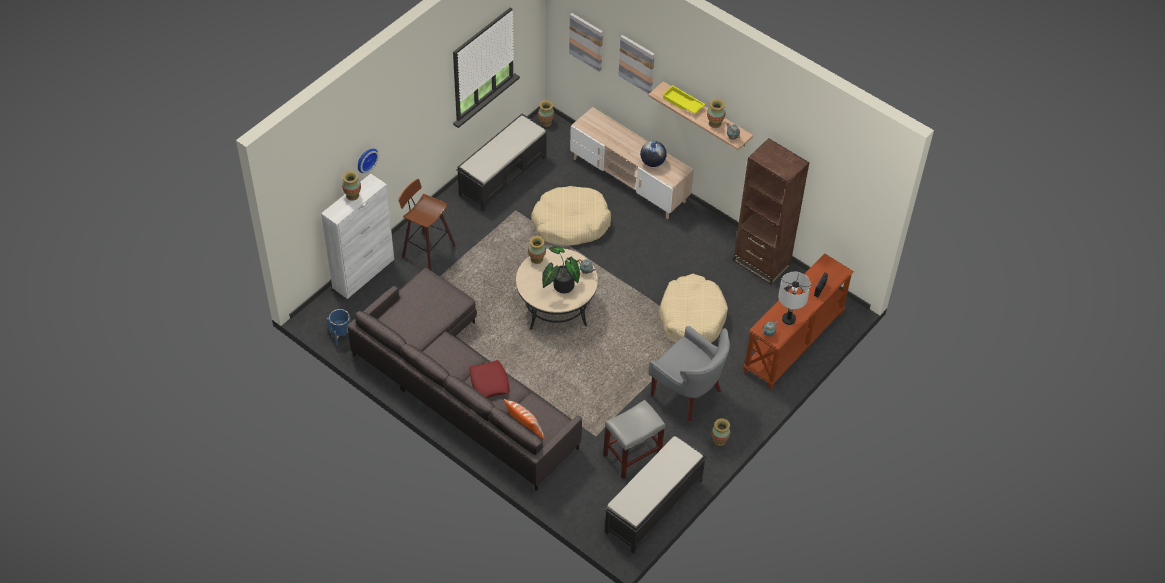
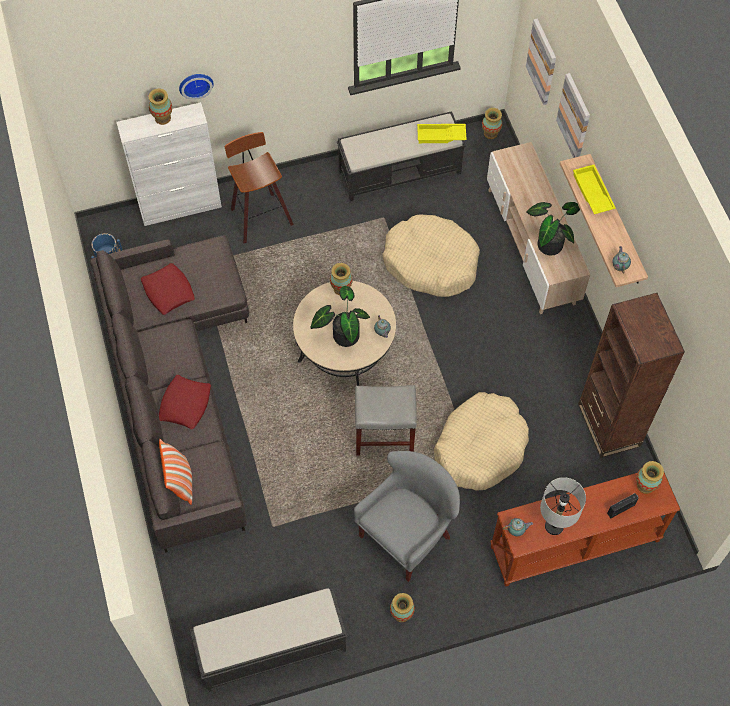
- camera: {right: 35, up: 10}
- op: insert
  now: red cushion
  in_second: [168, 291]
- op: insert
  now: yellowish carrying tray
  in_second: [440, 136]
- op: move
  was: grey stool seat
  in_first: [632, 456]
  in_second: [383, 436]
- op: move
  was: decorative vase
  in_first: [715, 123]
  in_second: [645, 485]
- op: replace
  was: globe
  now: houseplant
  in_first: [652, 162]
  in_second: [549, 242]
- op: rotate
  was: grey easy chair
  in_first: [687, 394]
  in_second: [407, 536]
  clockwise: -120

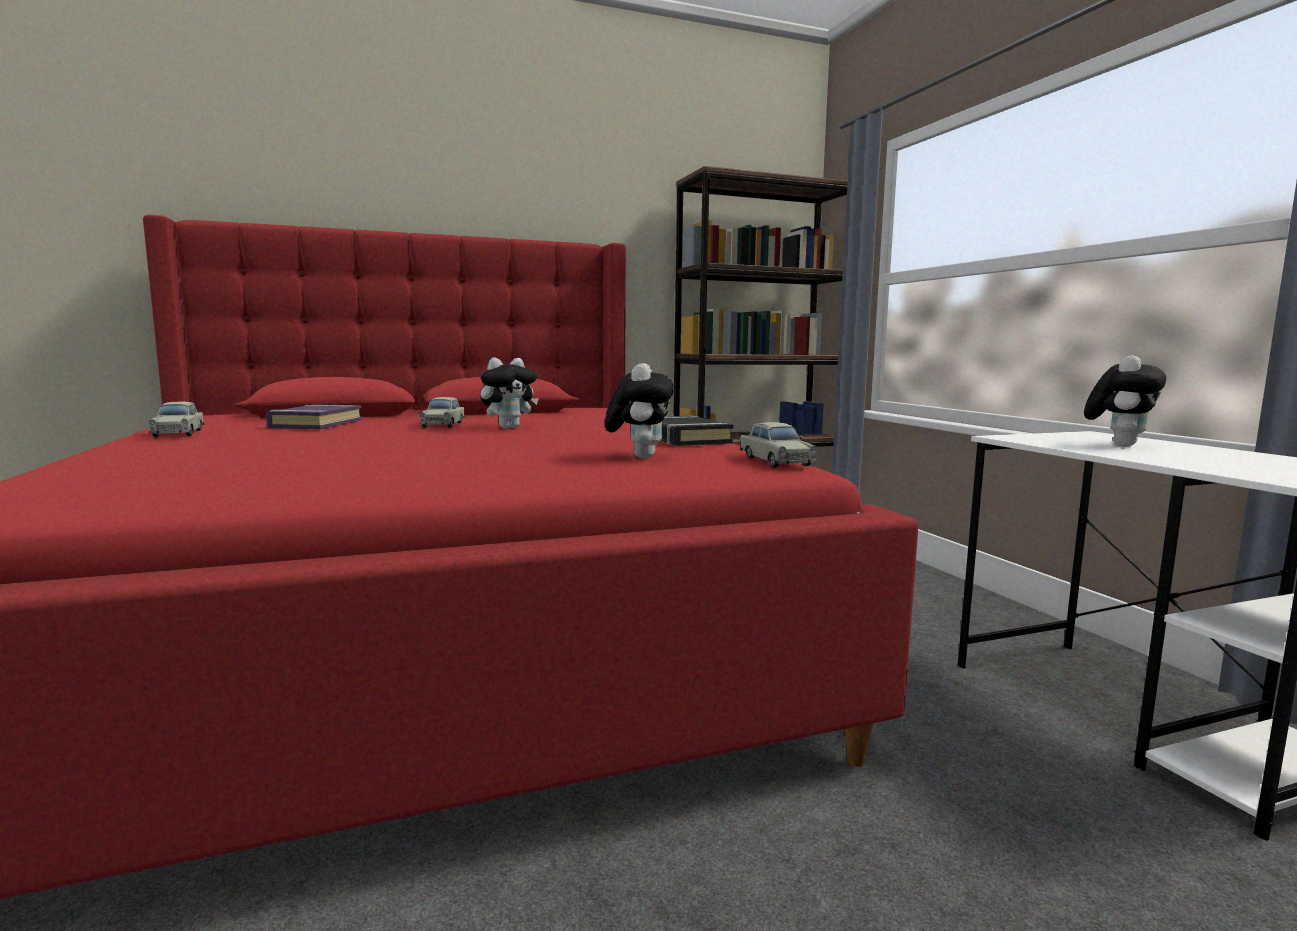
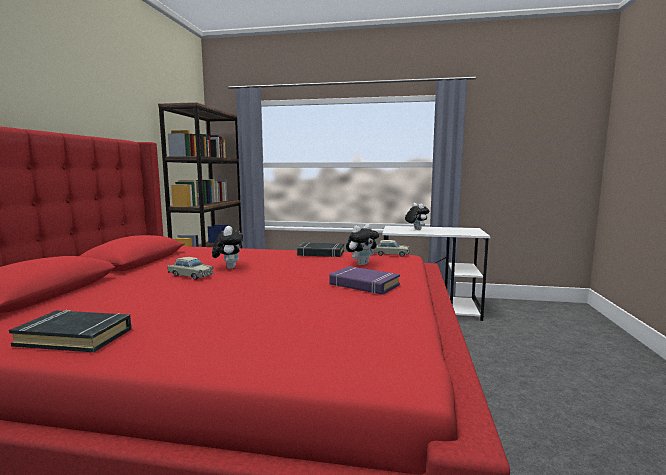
- camera: {right: -60, up: 0}
- op: move
  was: purple-coloured bound book
  in_first: [316, 424]
  in_second: [364, 285]
- op: replace
  was: sand-coloured model car
  now: black bound book
  in_first: [179, 433]
  in_second: [75, 337]
- op: rotate
  was: plush toy
  in_first: [639, 457]
  in_second: [362, 264]
  clockwise: 105

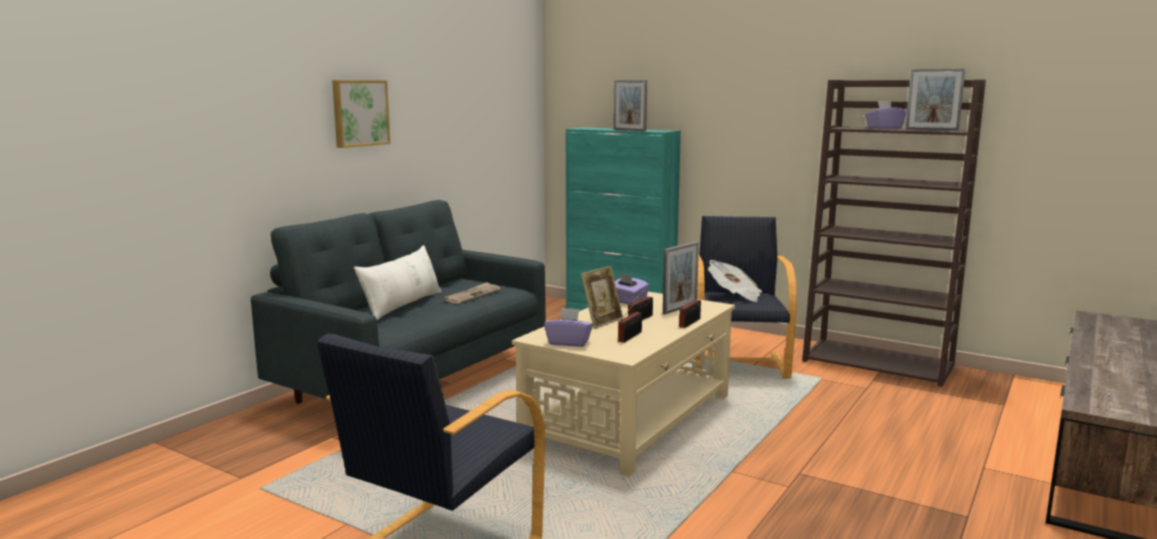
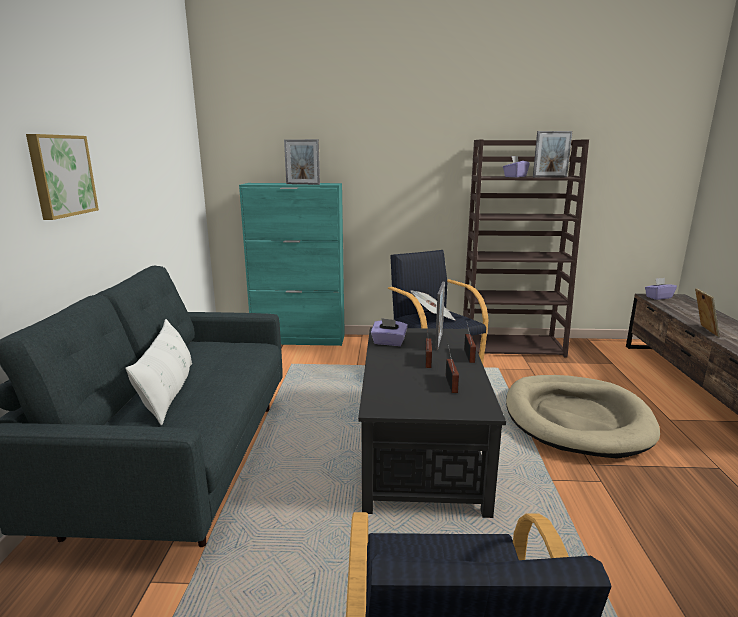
- camera: {right: -30, up: 5}
- op: delete
  was: printed paper
  in_first: [472, 295]
- op: insert
  now: sand-coloured pet bed
  in_second: [576, 419]
- op: move
  was: purple-coloured tissue box
  in_first: [569, 342]
  in_second: [658, 297]
- op: move
  was: standing frame
  in_first: [602, 322]
  in_second: [702, 330]
- op: recolor
  was: sand-coloured low table
  now: black low table
  in_first: [631, 418]
  in_second: [421, 447]

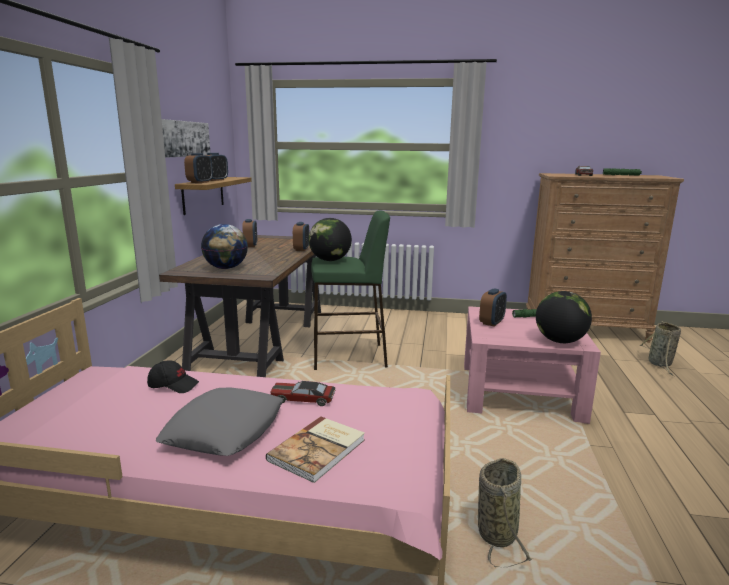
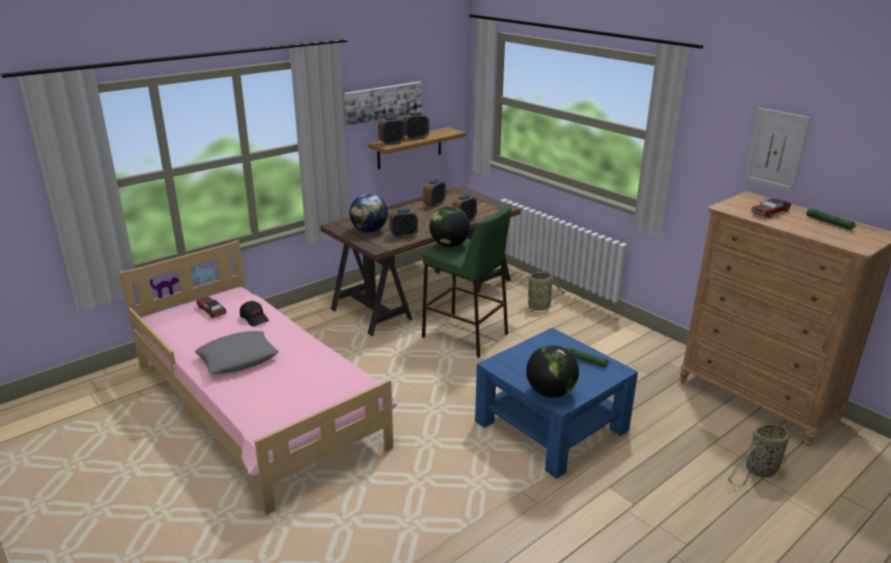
- camera: {right: 40, up: 10}
- op: delete
  was: bound book
  in_first: [319, 450]
- op: insert
  now: wall picture
  in_second: [776, 150]
- op: move
  was: model car
  in_first: [303, 399]
  in_second: [211, 310]
- op: move
  was: basket
  in_first: [497, 531]
  in_second: [540, 306]
- op: move
  was: table clock
  in_first: [491, 322]
  in_second: [403, 236]
- op: recolor
  was: pink-coloured low table
  now: blue-coloured low table
  in_first: [519, 391]
  in_second: [551, 426]

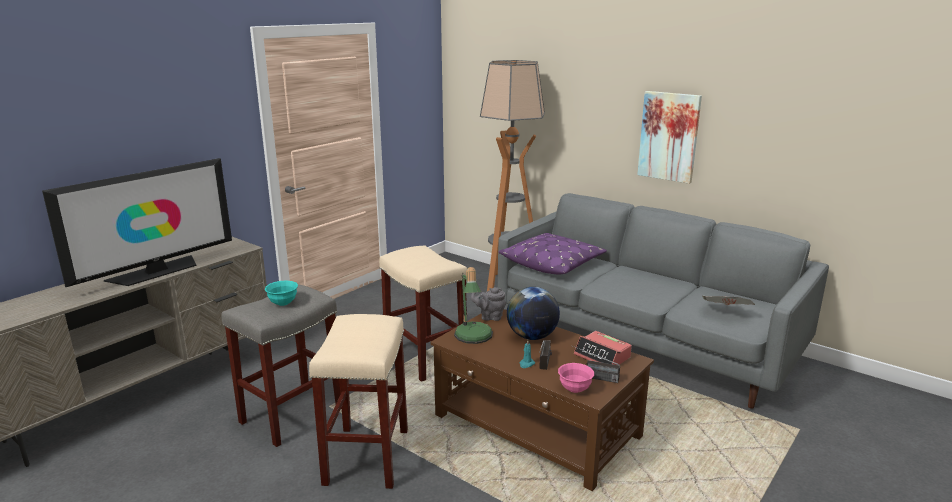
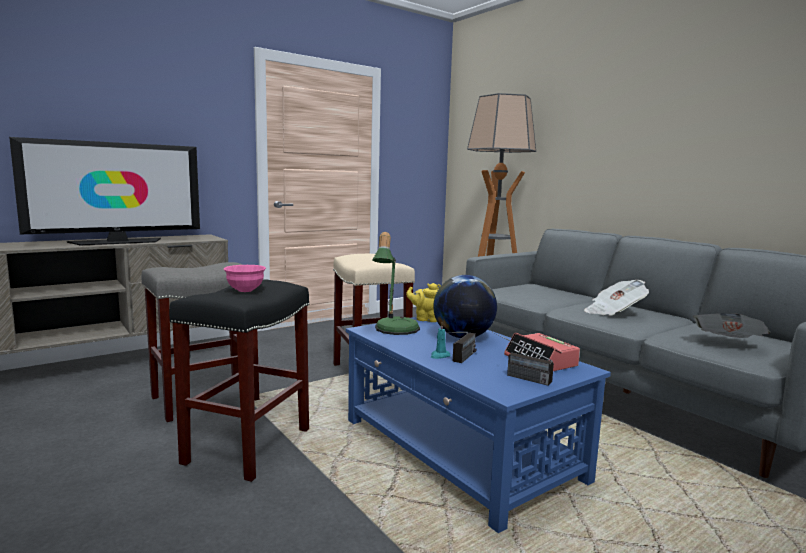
- camera: {right: 15, up: -10}
- op: delete
  was: turquoise deep dish
  in_first: [283, 303]
- op: delete
  was: purple-coloured cushion
  in_first: [552, 263]
- op: delete
  was: wall picture
  in_first: [669, 136]
- op: insert
  now: printed paper
  in_second: [613, 312]
- op: move
  was: pink-coloured deep dish
  in_first: [574, 389]
  in_second: [245, 290]
- op: recolor
  was: sand-coloured stool seat
  now: black stool seat
  in_first: [366, 455]
  in_second: [248, 445]
- op: recolor
  was: brown low table
  now: blue-coloured low table
  in_first: [537, 426]
  in_second: [459, 450]
- op: recolor
  was: grey tea pot
  now: yellowish tea pot
  in_first: [490, 317]
  in_second: [426, 319]

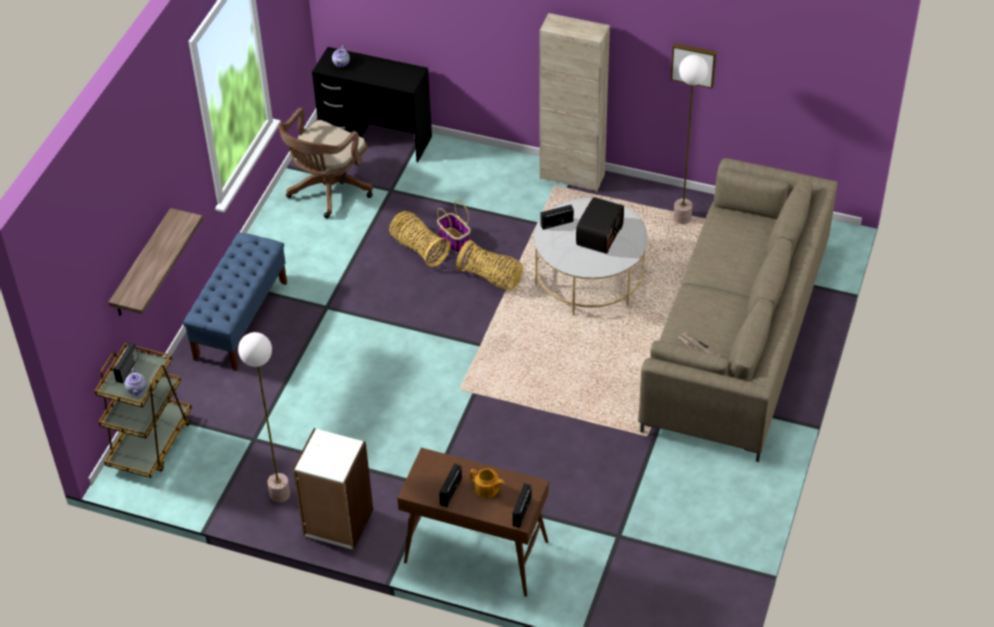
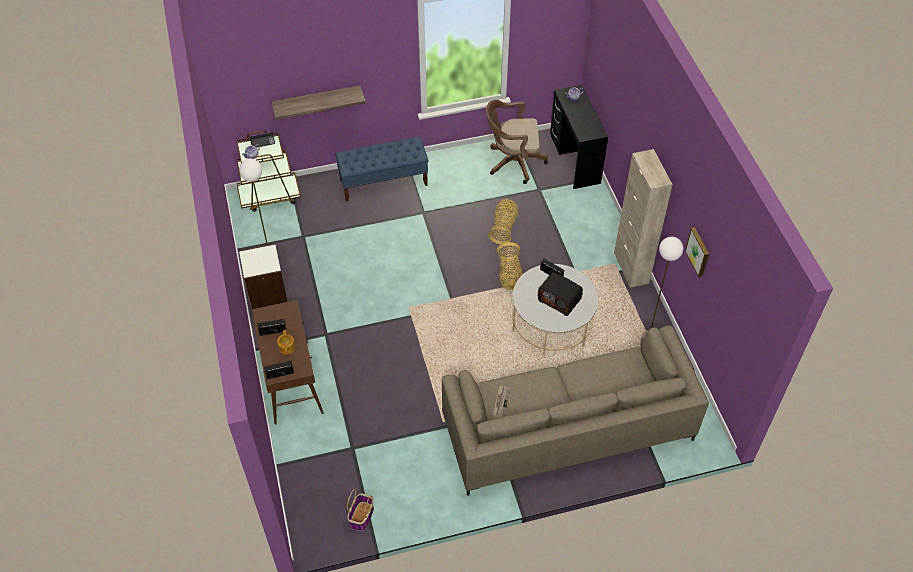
- camera: {right: 55, up: 5}
- op: move
  was: basket
  in_first: [455, 241]
  in_second: [361, 517]
- op: rotate
  was: radio receiver
  in_first: [598, 235]
  in_second: [559, 300]
  clockwise: 45

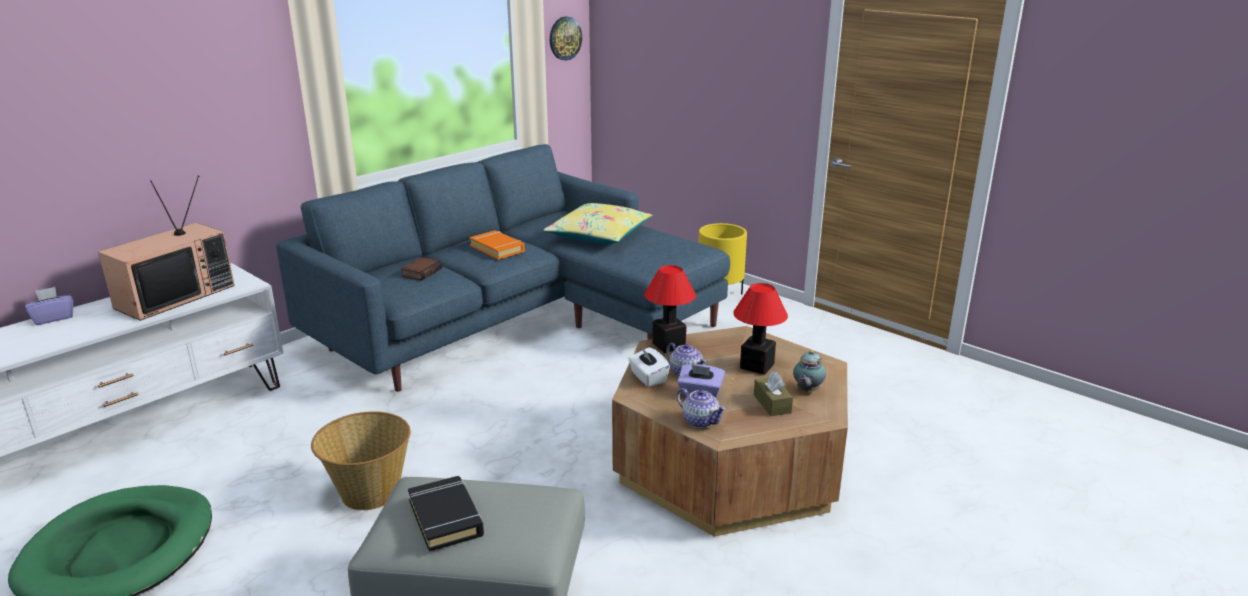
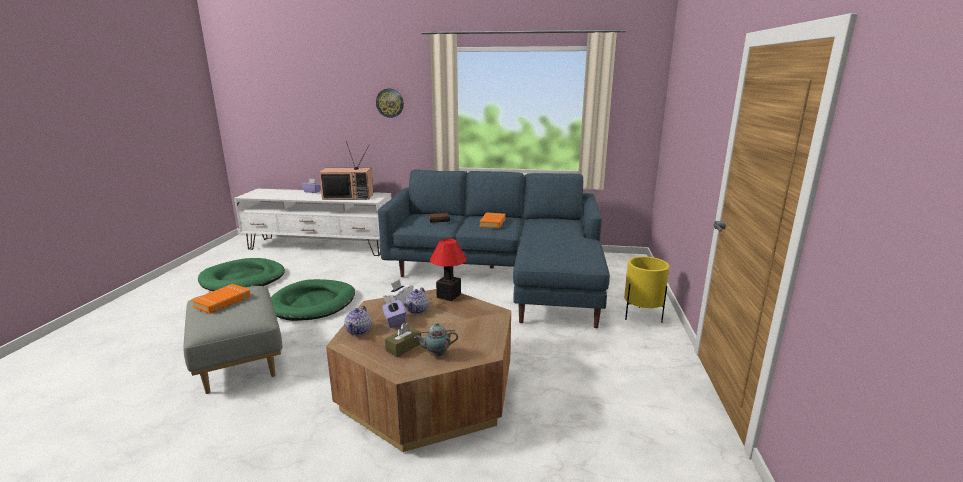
- camera: {right: 55, up: -5}
- op: delete
  was: yellowish cushion
  in_first: [599, 235]
- op: delete
  was: table lamp
  in_first: [756, 366]
- op: move
  was: wall clock
  in_first: [565, 38]
  in_second: [390, 103]
- op: replace
  was: basket
  now: green-coloured pet bed
  in_first: [369, 492]
  in_second: [313, 303]
- op: recolor
  was: black bound book
  now: orange-coloured bound book
  in_first: [446, 518]
  in_second: [223, 302]

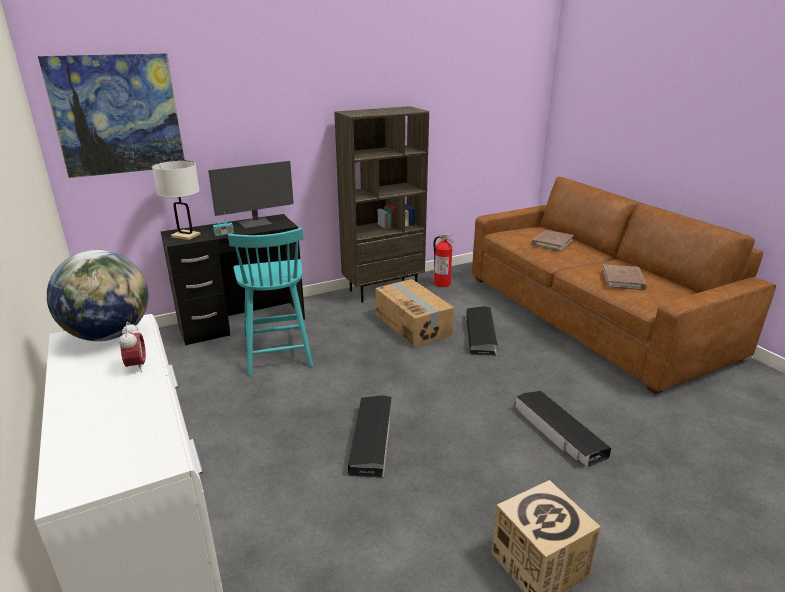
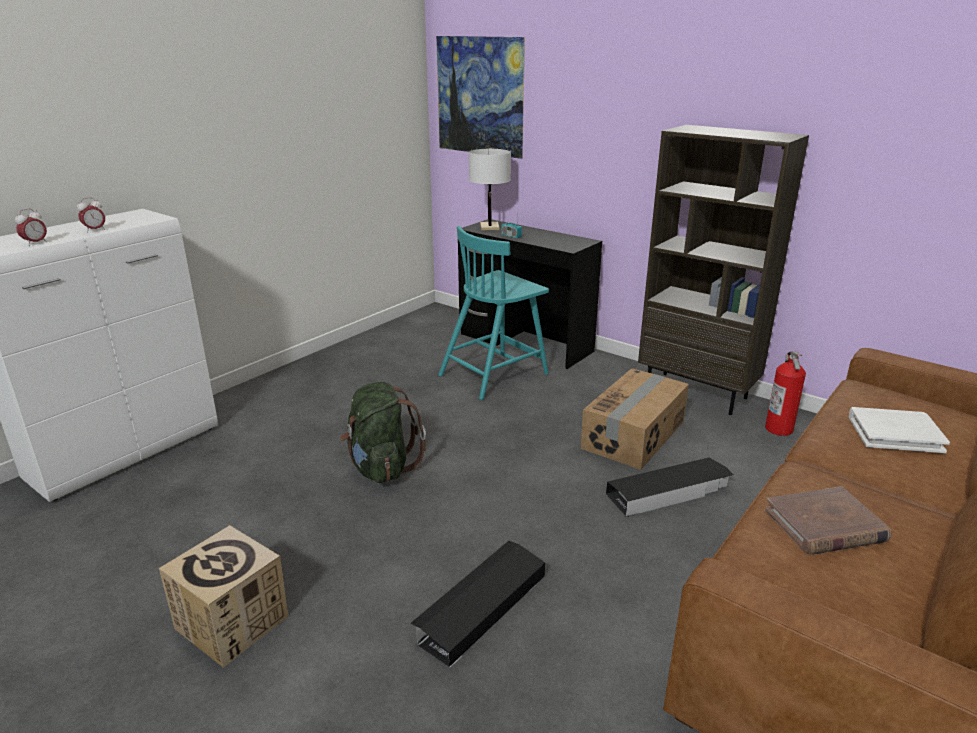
- camera: {right: 65, up: 0}
- op: delete
  was: globe
  in_first: [109, 335]
- op: delete
  was: computer display
  in_first: [255, 223]
- op: insert
  now: table clock
  in_second: [35, 243]
- op: replace
  was: black storage bin
  now: green-coloured rucksack
  in_first: [372, 439]
  in_second: [381, 467]
- op: recolor
  was: brown bound book
  now: whitish bound book
  in_first: [552, 242]
  in_second: [894, 433]

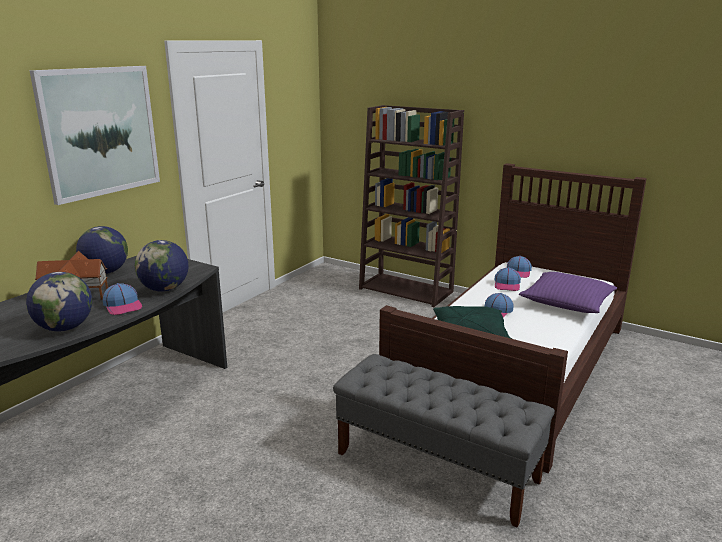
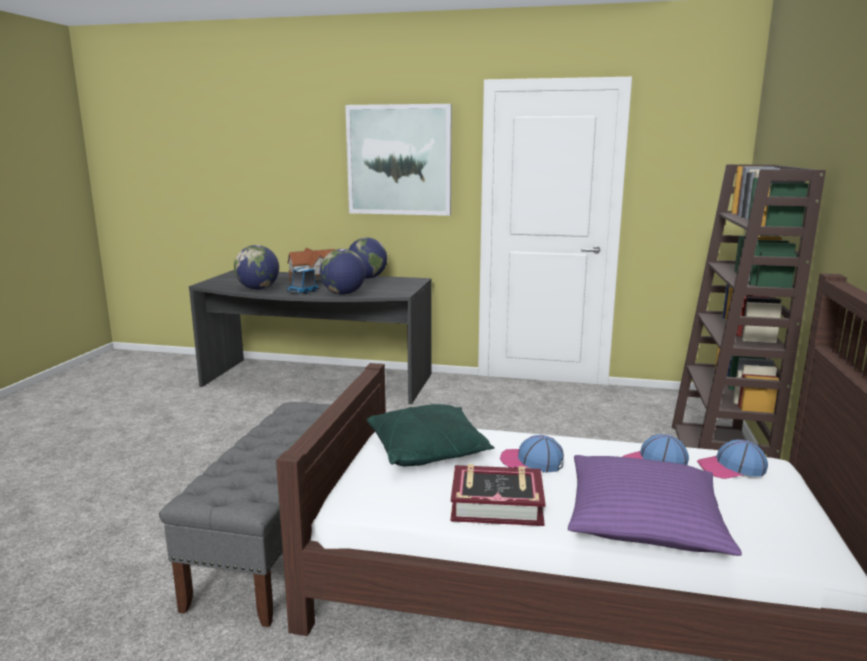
- camera: {right: 70, up: -5}
- op: insert
  now: bound book
  in_second: [497, 504]
- op: replace
  was: baseball cap
  now: toy lorry
  in_first: [123, 306]
  in_second: [303, 291]

